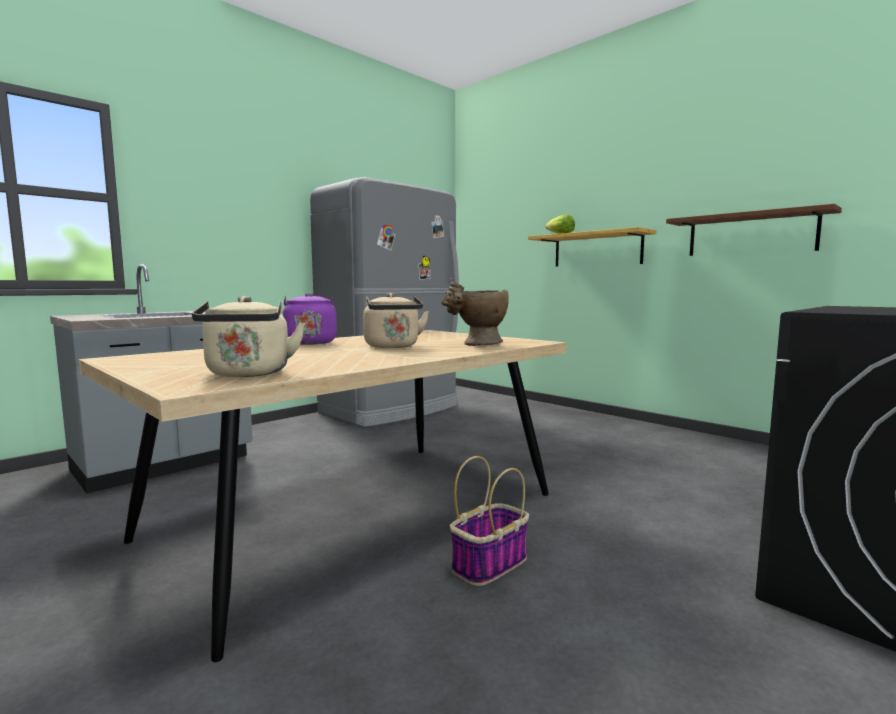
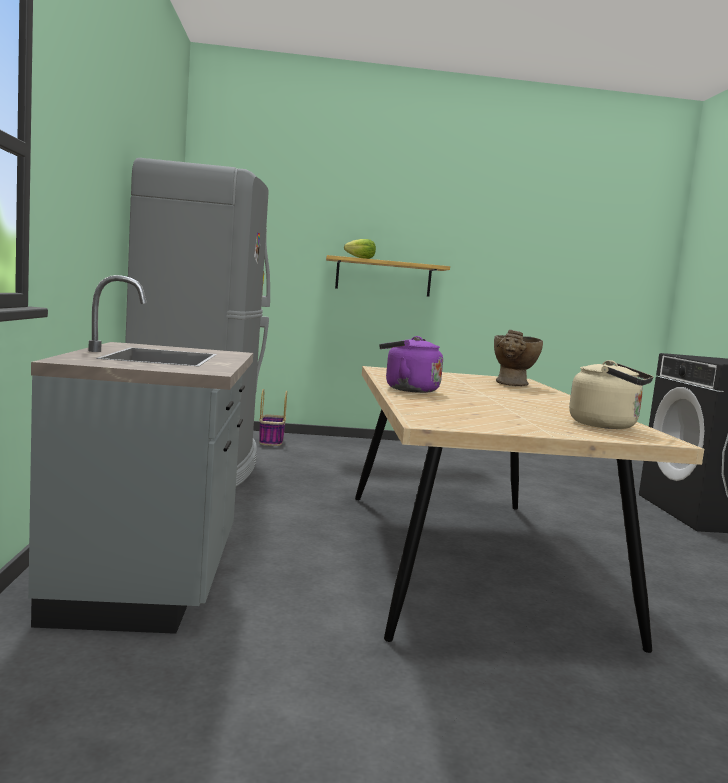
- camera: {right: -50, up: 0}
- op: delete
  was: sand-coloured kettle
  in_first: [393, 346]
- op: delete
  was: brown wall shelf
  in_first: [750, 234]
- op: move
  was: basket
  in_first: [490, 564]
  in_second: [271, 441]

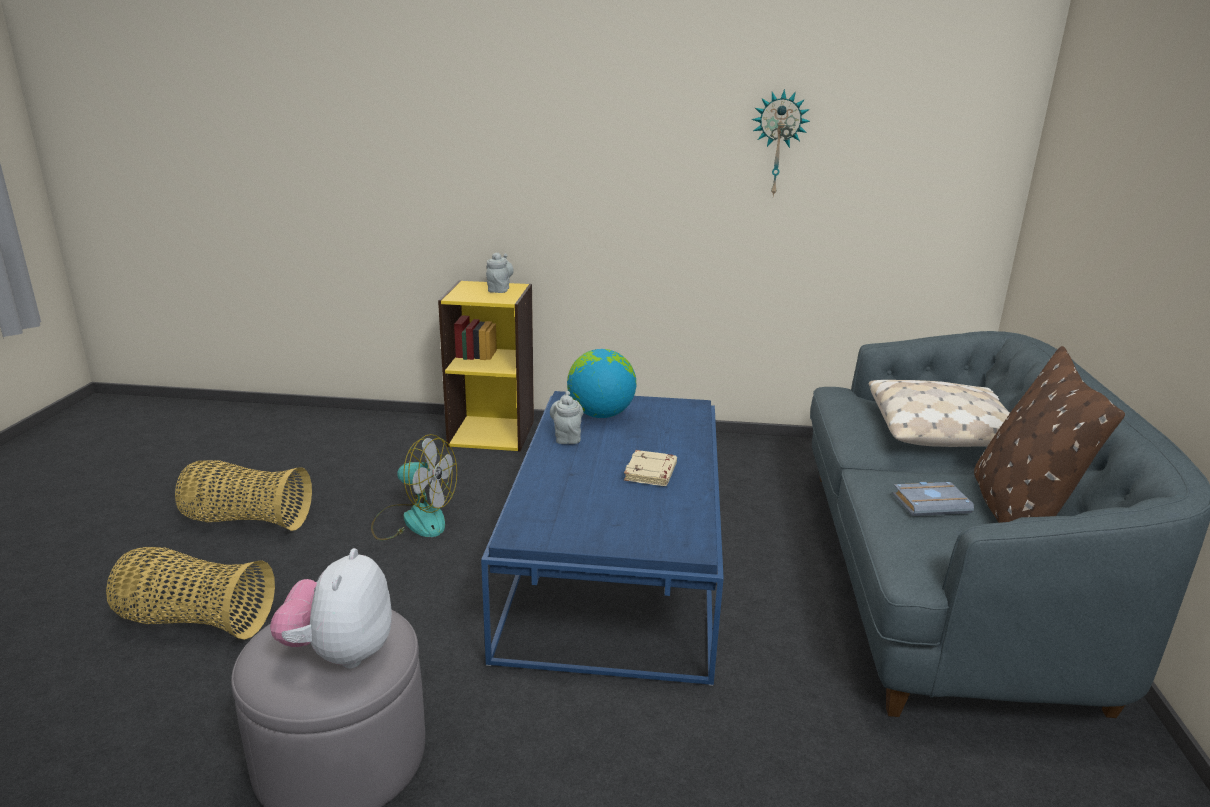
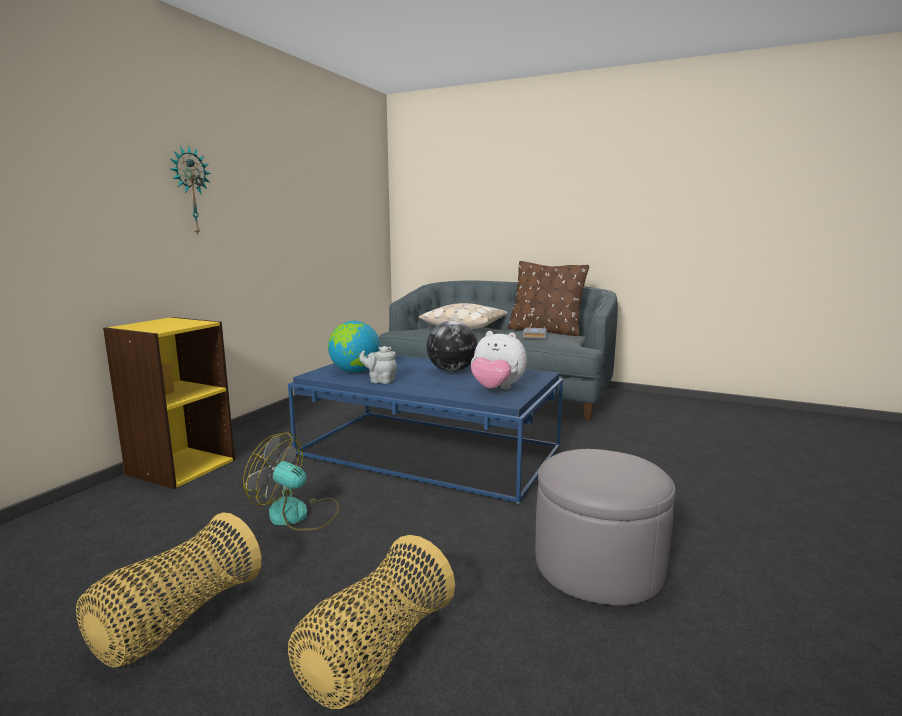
- camera: {right: -70, up: -10}
- op: delete
  was: grey tea pot
  in_first: [499, 289]
- op: move
  was: plush toy
  in_first: [340, 653]
  in_second: [496, 389]
- op: move
  was: wall clock
  in_first: [778, 144]
  in_second: [190, 191]
- op: replace
  was: sand-coloured bound book
  now: globe
  in_first: [651, 473]
  in_second: [452, 371]
- op: rotate
  was: electric fan
  in_first: [414, 520]
  in_second: [297, 515]
  clockwise: -105

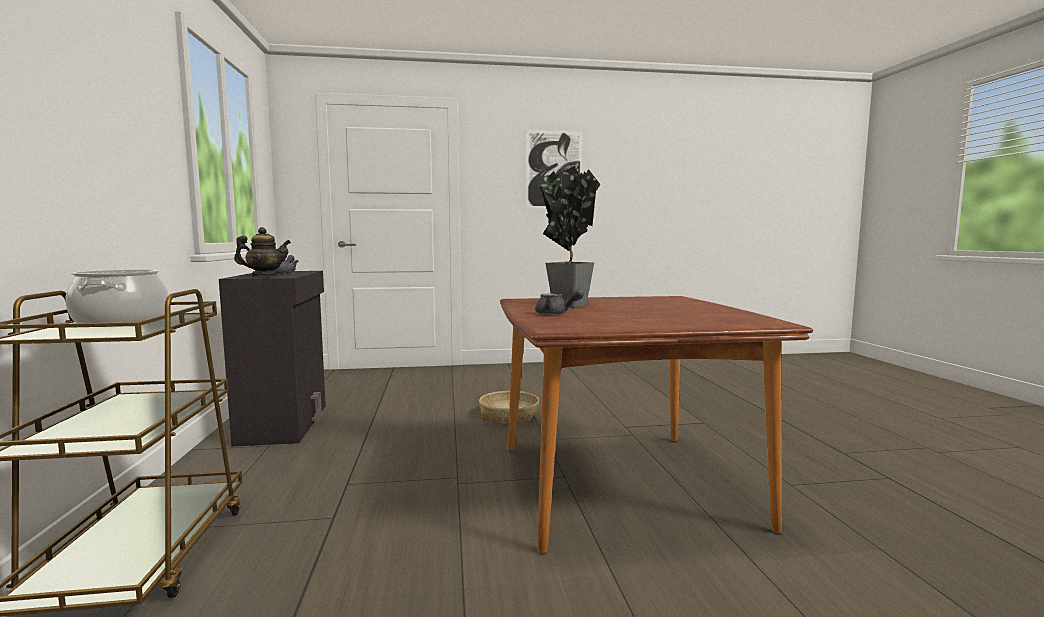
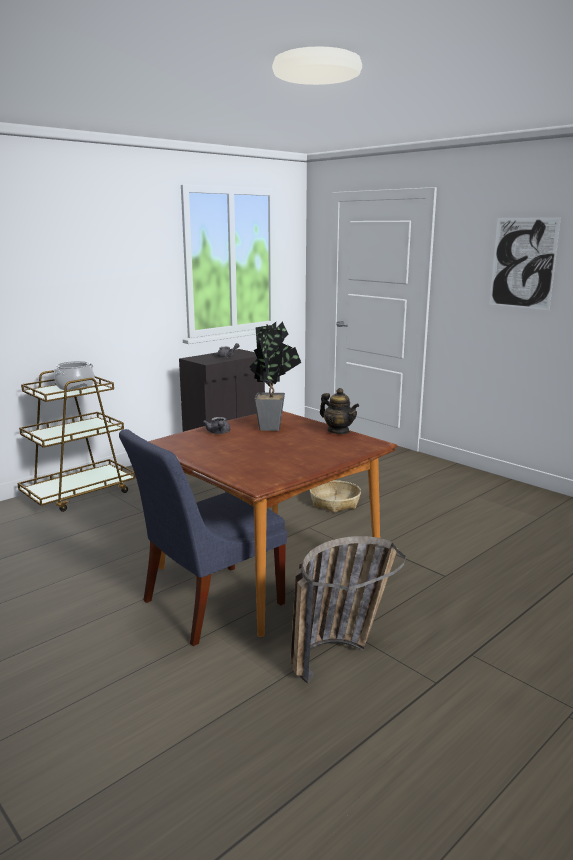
- camera: {right: 55, up: 10}
- op: insert
  now: blue-coloured plain chair
  in_second: [207, 604]
- op: insert
  now: basket
  in_second: [339, 653]
- op: move
  was: tea pot
  in_first: [264, 276]
  in_second: [338, 431]

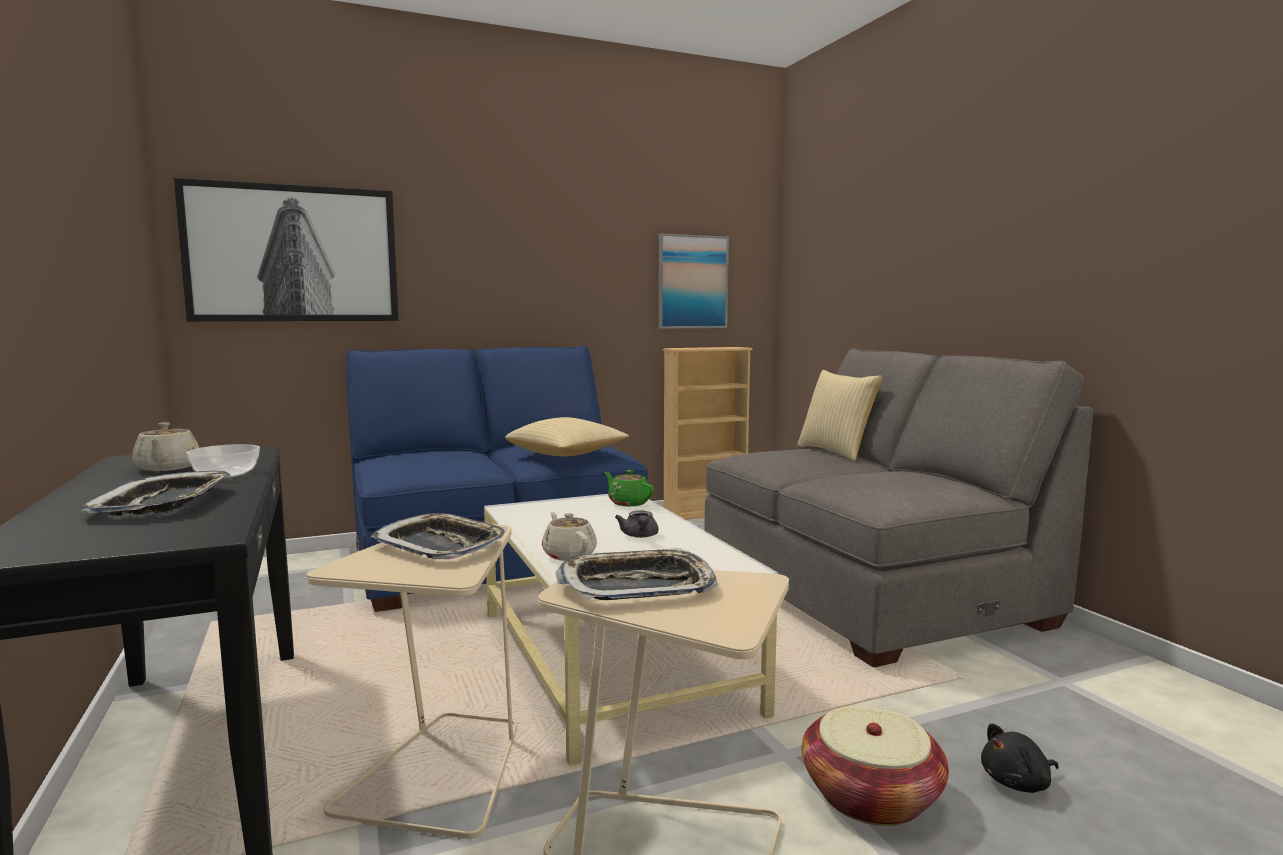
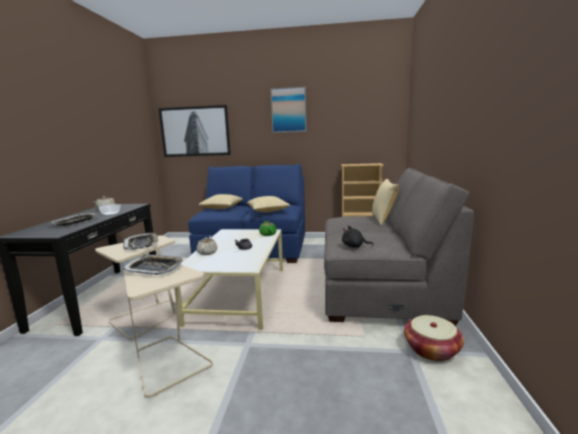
- camera: {right: 30, up: 5}
- op: insert
  now: cushion
  in_second: [221, 208]
- op: move
  was: wall picture
  in_first: [692, 282]
  in_second: [288, 110]
- op: move
  was: basket
  in_first: [870, 796]
  in_second: [431, 350]
- op: move
  was: black plush toy
  in_first: [1018, 783]
  in_second: [354, 246]

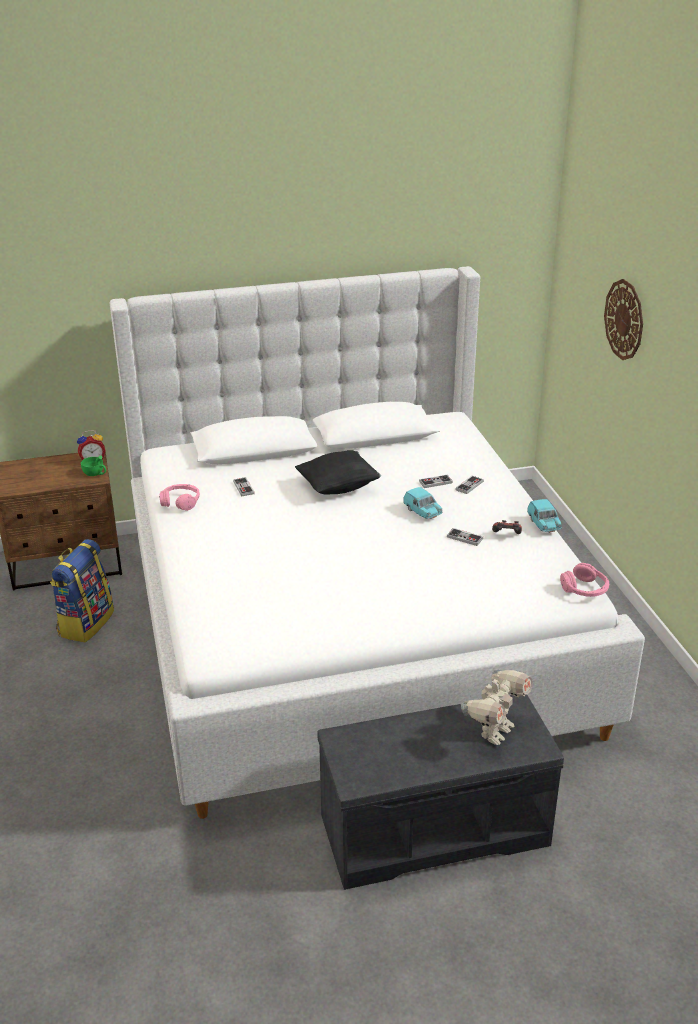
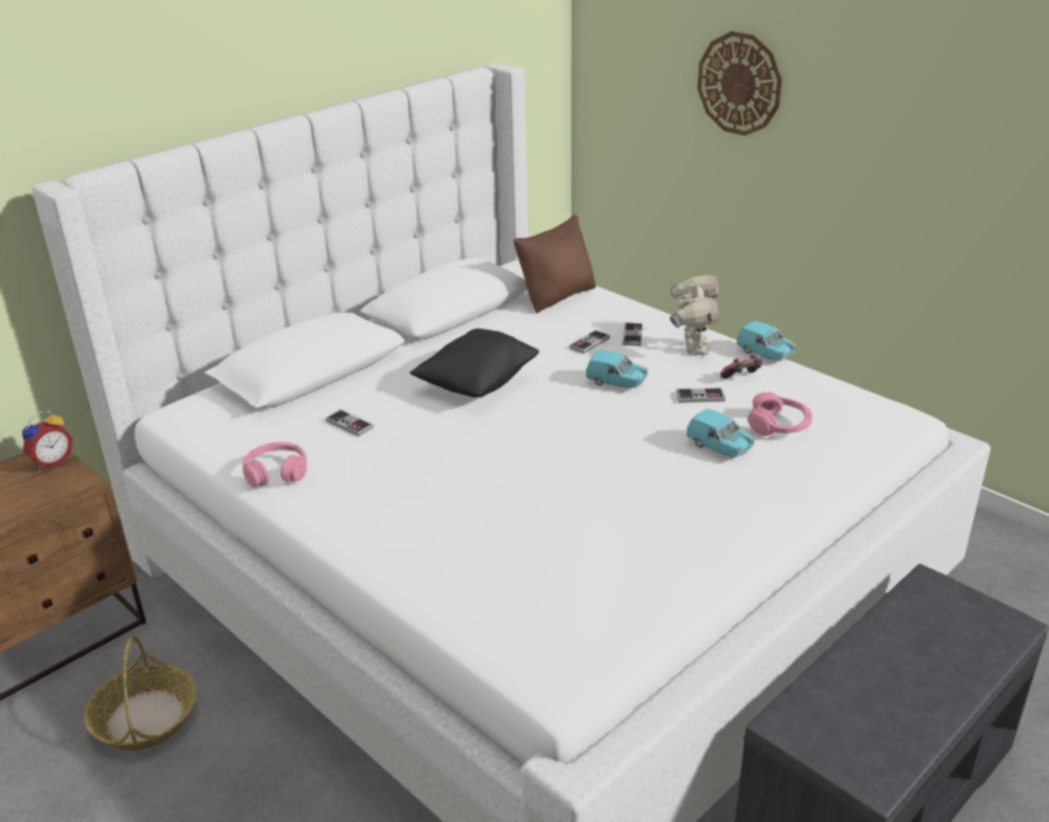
- camera: {right: -30, up: 0}
- op: delete
  was: green-coloured drinking cup
  in_first: [95, 474]
- op: insert
  now: brown cushion
  in_second: [557, 296]
- op: insert
  now: turquoise model car
  in_second: [719, 447]
- op: move
  was: toy robot
  in_first: [494, 731]
  in_second: [693, 347]
- op: move
  was: pink-coloured headset
  in_first: [585, 589]
  in_second: [779, 426]
- op: replace
  was: rucksack
  now: basket
  in_first: [85, 623]
  in_second: [145, 718]

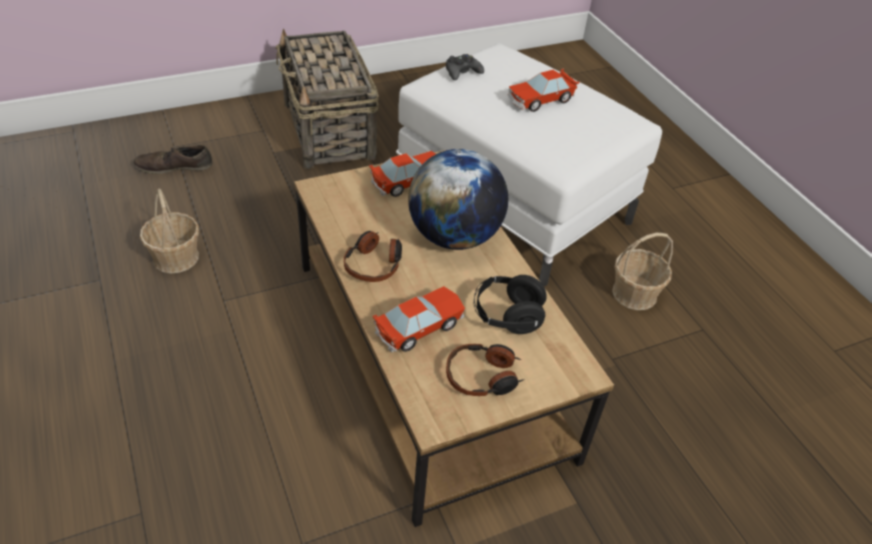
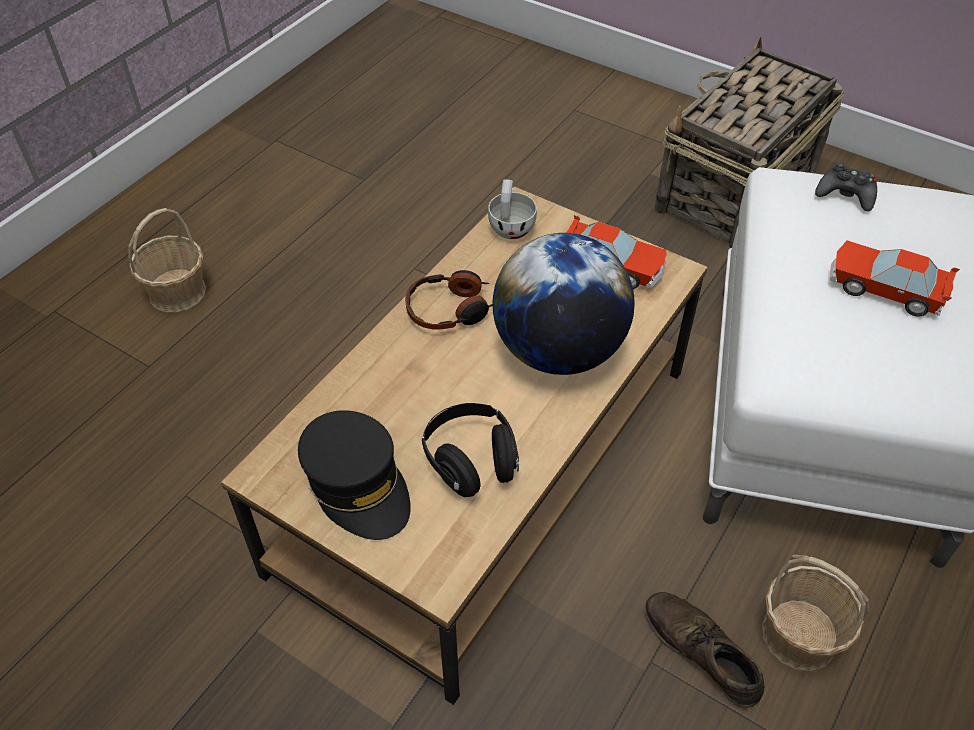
- camera: {right: 60, up: 5}
- op: delete
  was: model car
  in_first: [419, 327]
- op: insert
  now: whitish drinking cup
  in_second: [511, 226]
- op: move
  was: brown low shoe
  in_first: [174, 166]
  in_second: [701, 651]
- op: move
  was: basket
  in_first: [176, 257]
  in_second: [178, 292]
- op: replace
  was: headset
  now: black baseball cap
  in_first: [483, 377]
  in_second: [358, 485]

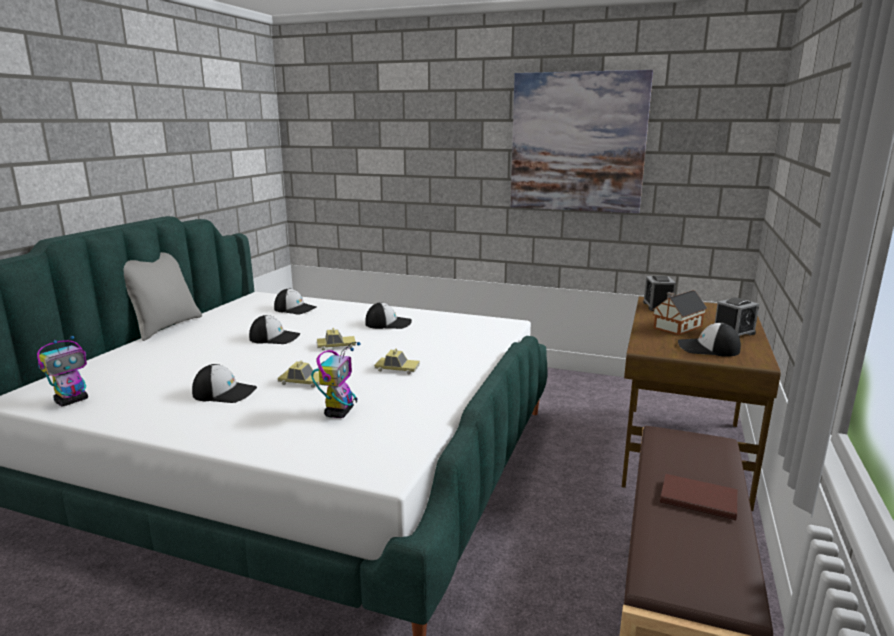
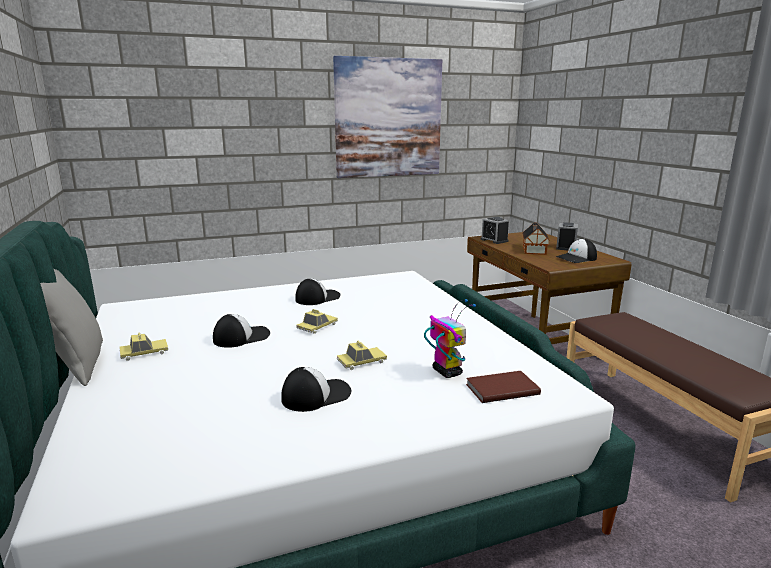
- camera: {right: -40, up: 0}
- op: delete
  was: toy robot
  in_first: [72, 401]
- op: delete
  was: baseball cap
  in_first: [295, 309]
- op: move
  was: model car
  in_first: [397, 369]
  in_second: [144, 353]
- op: move
  was: brown bound book
  in_first: [697, 498]
  in_second: [500, 389]

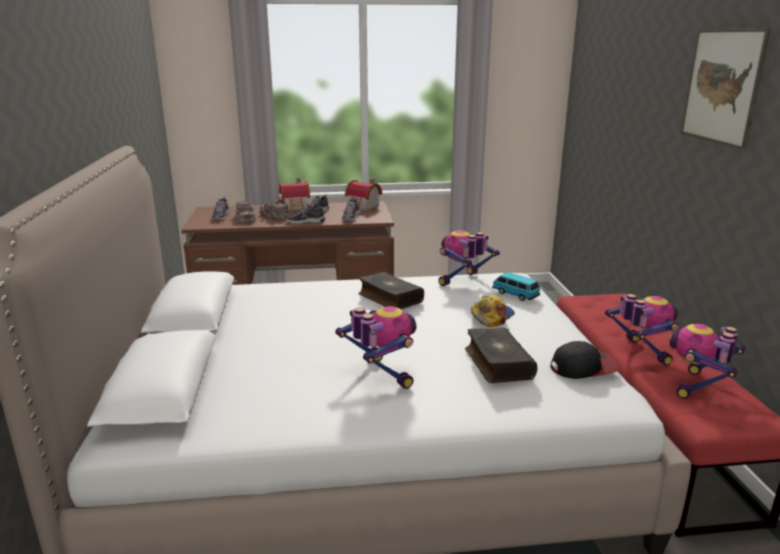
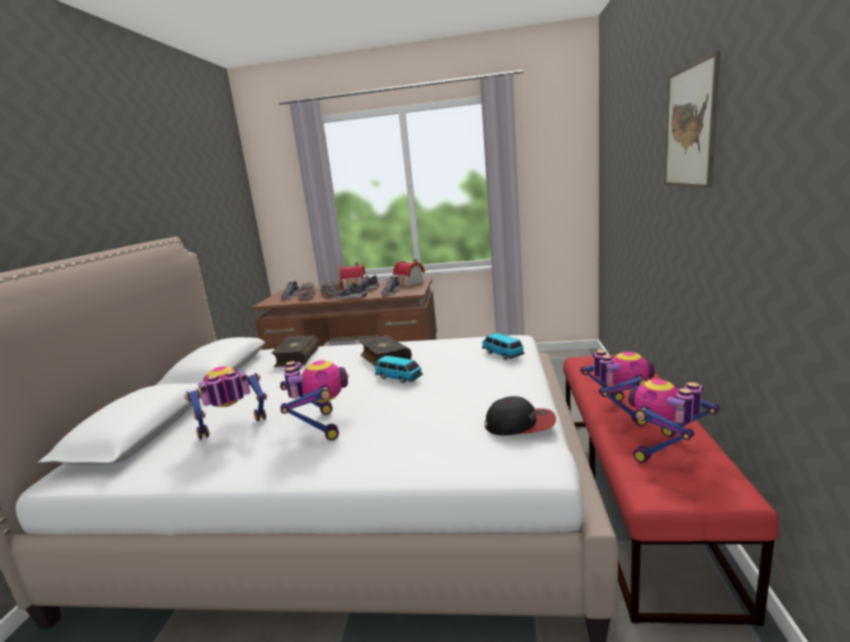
- camera: {right: 15, up: -5}
- op: delete
  was: baseball cap
  in_first: [491, 316]
- op: insert
  now: model car
  in_second: [399, 378]
- op: move
  was: toy robot
  in_first: [463, 281]
  in_second: [234, 432]
- op: move
  was: bound book
  in_first: [497, 363]
  in_second: [296, 357]

